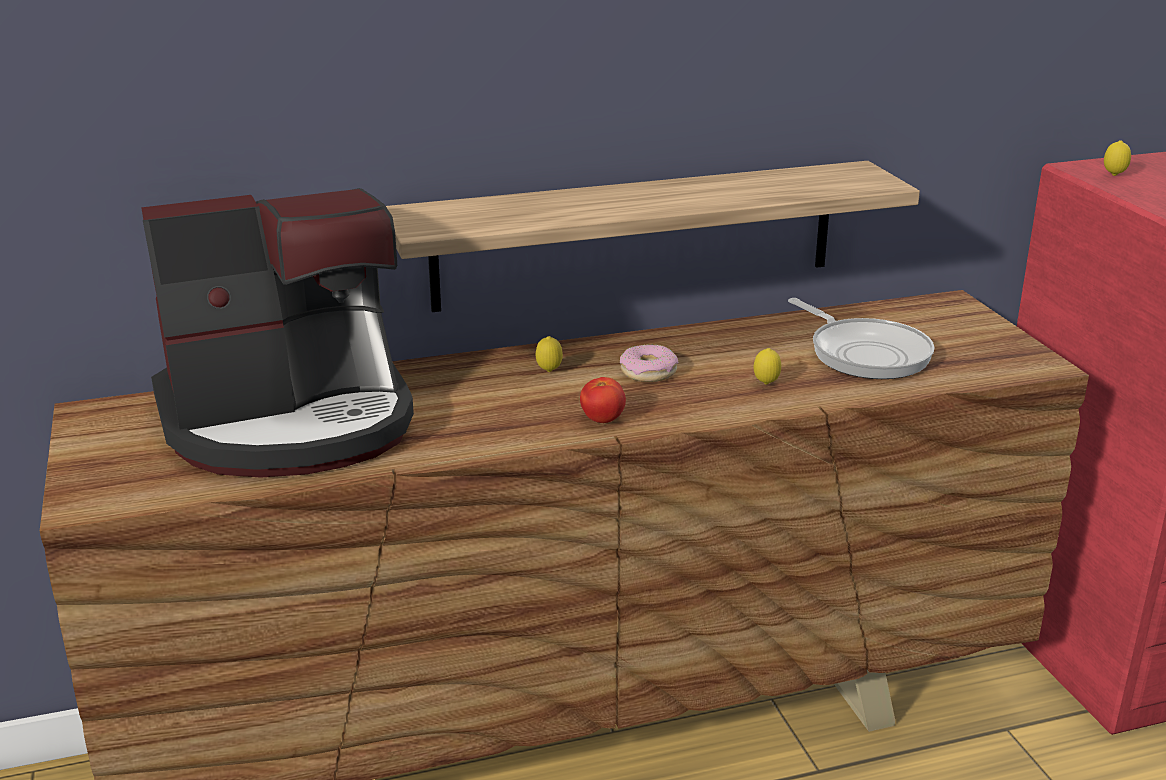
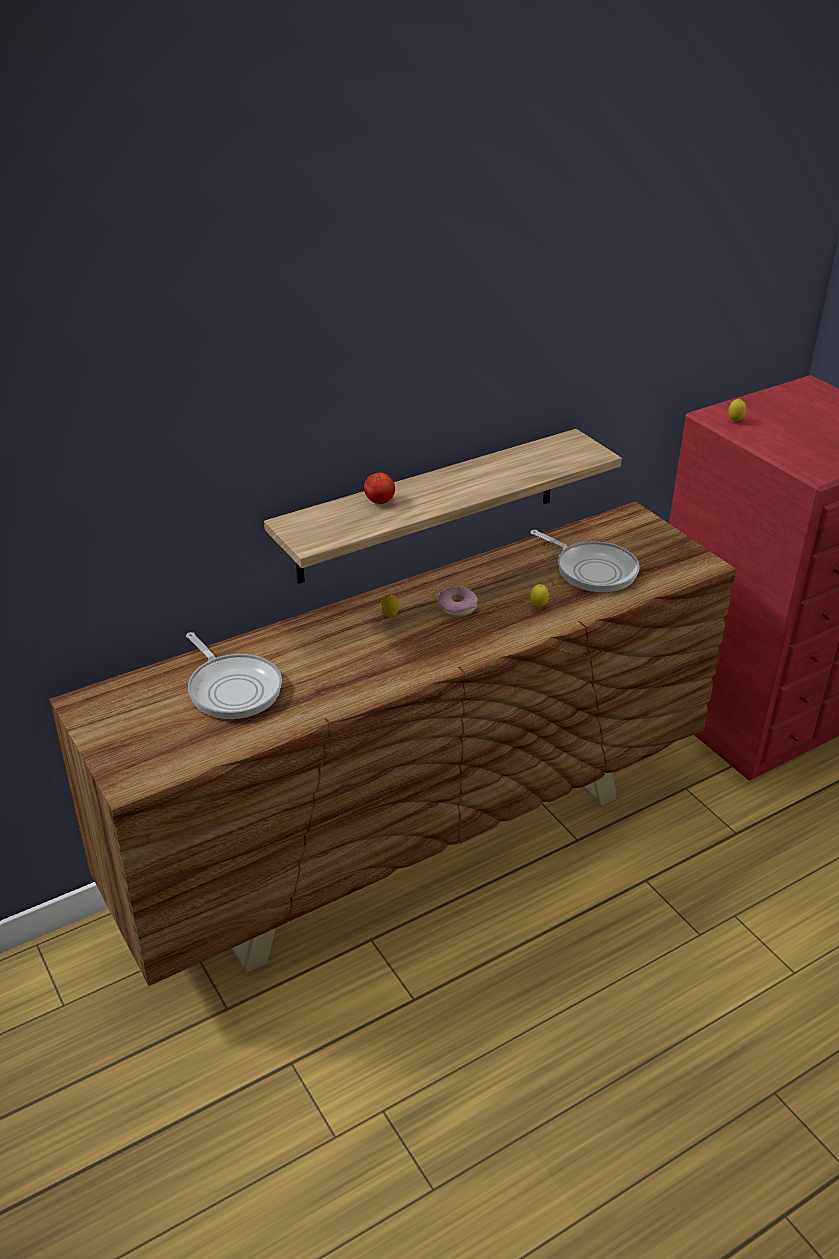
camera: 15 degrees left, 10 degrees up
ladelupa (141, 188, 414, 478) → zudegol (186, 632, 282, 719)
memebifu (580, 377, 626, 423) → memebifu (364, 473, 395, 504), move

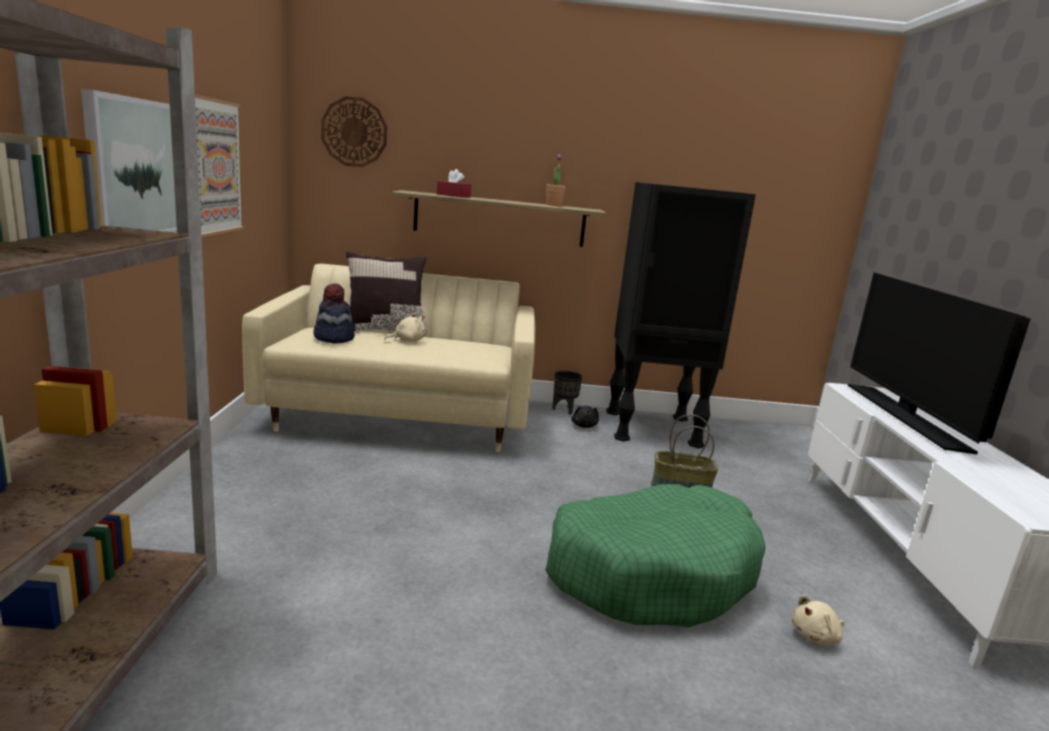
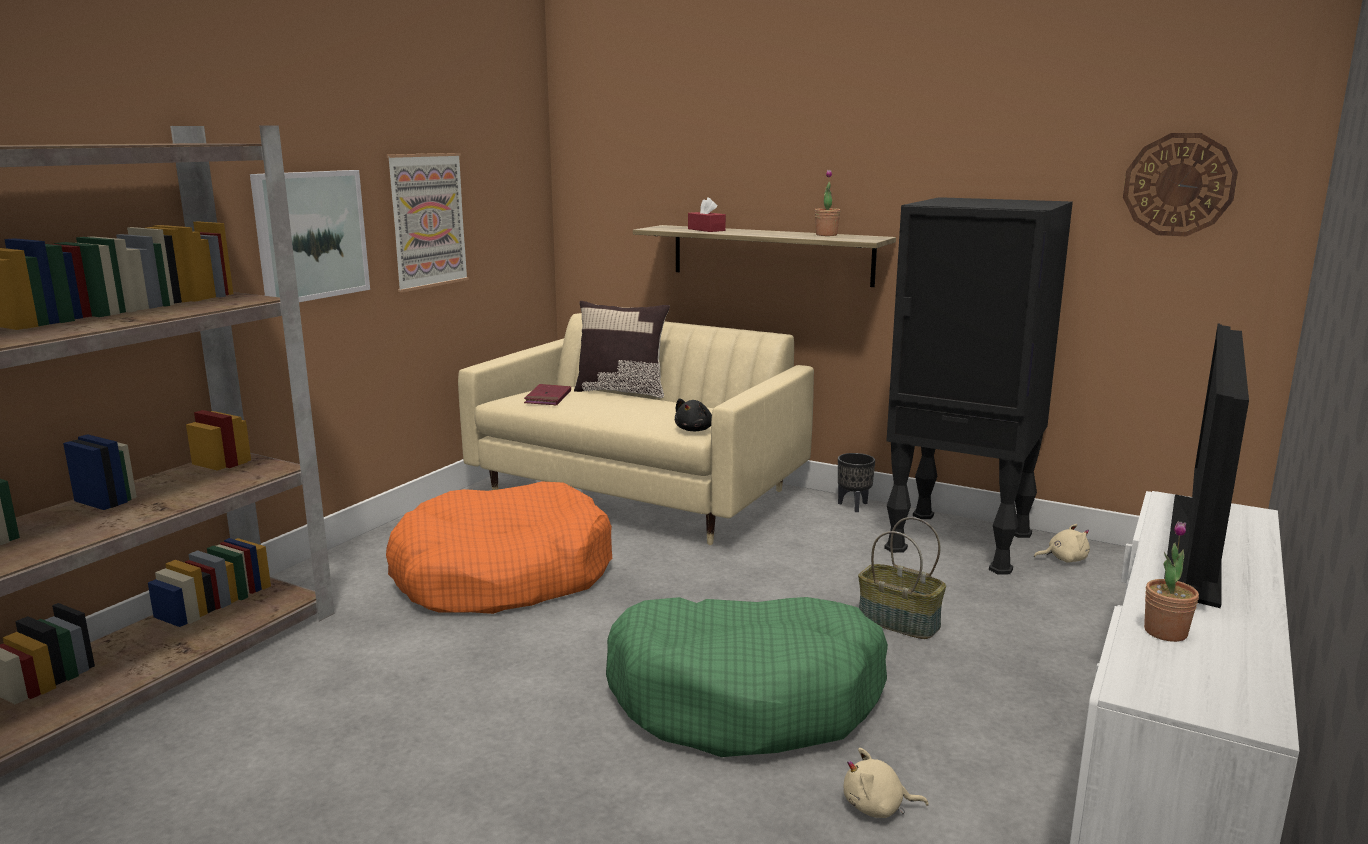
camera: 30 degrees right, 0 degrees up
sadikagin (321, 96, 387, 167) → sadikagin (1123, 133, 1238, 236), move
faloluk (313, 283, 355, 343) → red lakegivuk (524, 384, 571, 406)
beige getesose (384, 313, 426, 342) → beige getesose (1034, 524, 1090, 563), move
black getesose (571, 406, 599, 428) → black getesose (675, 398, 712, 431), move
- → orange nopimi (386, 481, 612, 614)
- → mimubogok (1144, 521, 1199, 642)

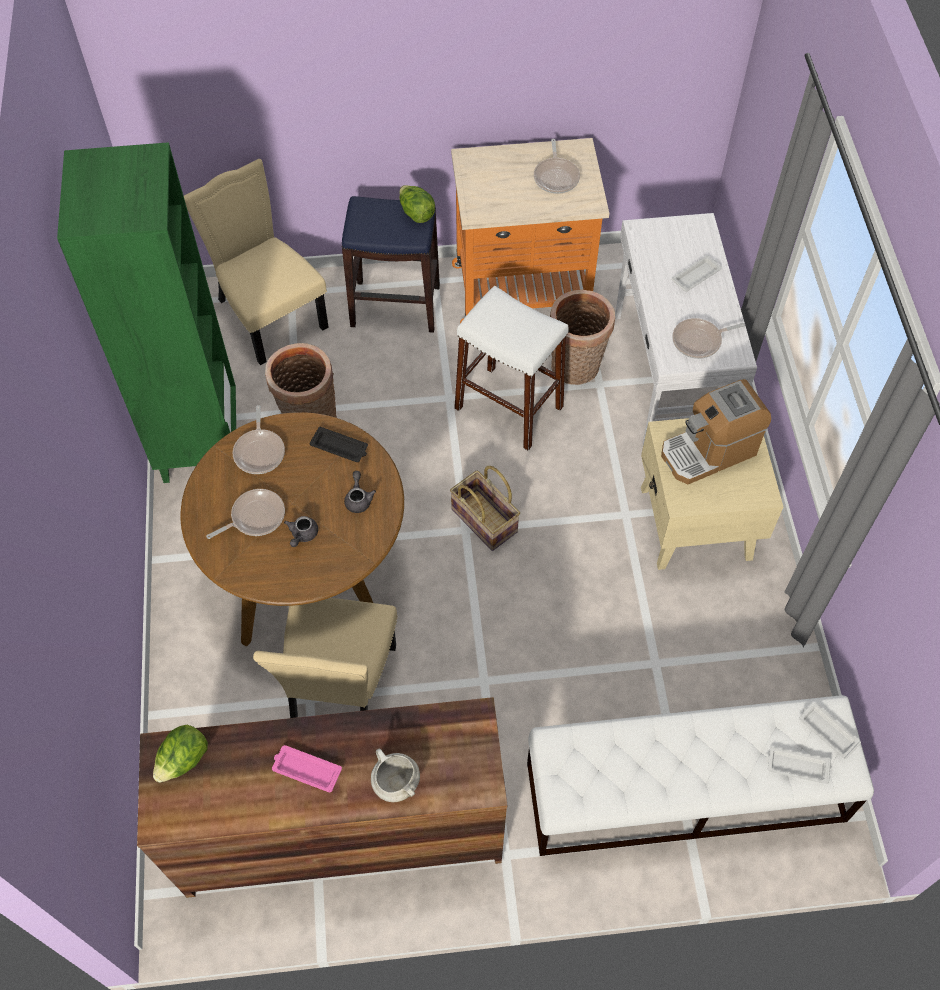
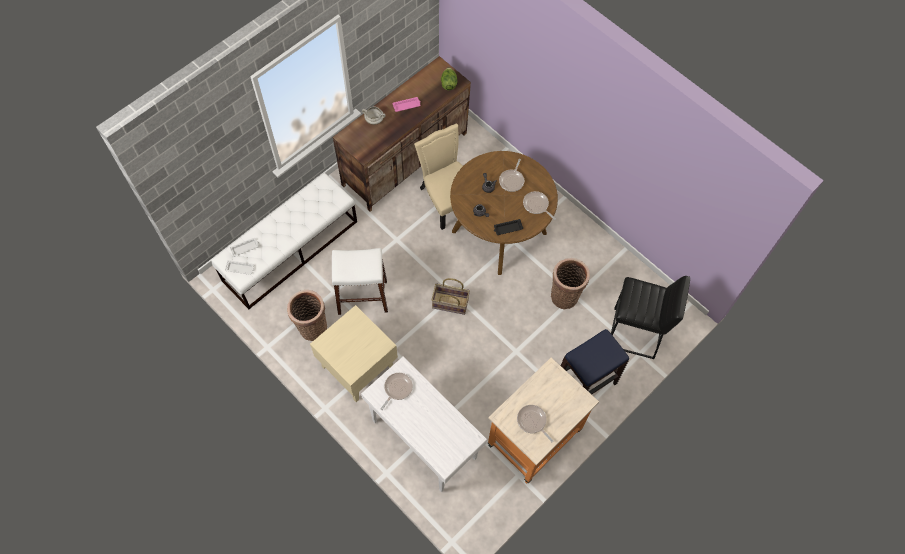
camera: 140 degrees right, 5 degrees up
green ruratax (57, 142, 236, 483) → -
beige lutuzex (184, 159, 328, 365) → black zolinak (611, 276, 690, 359)
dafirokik (399, 185, 435, 223) → -
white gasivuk (672, 256, 722, 292) → -
white zolinak (454, 286, 569, 450) → white zolinak (332, 248, 388, 315), move
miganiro (550, 289, 615, 385) → miganiro (287, 290, 327, 341), move
ladelupa (661, 379, 771, 484) → -

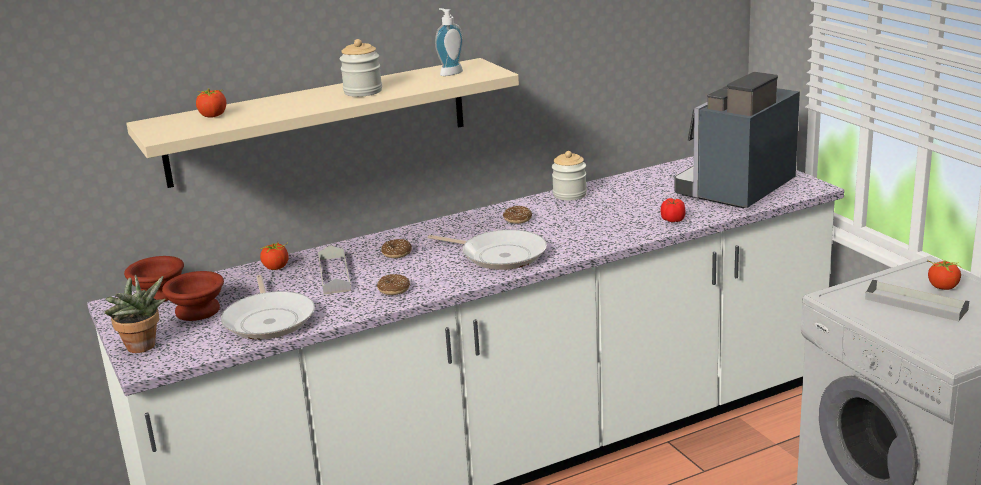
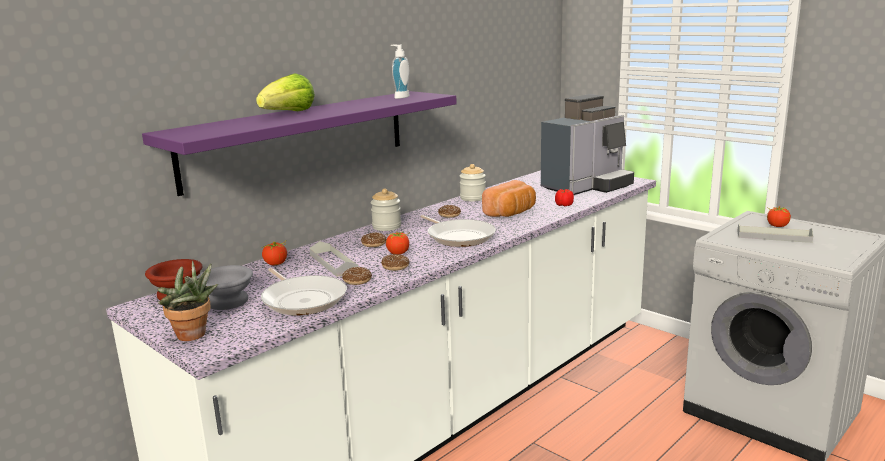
camera: 20 degrees left, 5 degrees down
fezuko (340, 39, 382, 97) → fezuko (371, 188, 401, 231), move
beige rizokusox (126, 58, 519, 188) → purple rizokusox (142, 91, 457, 196)
ladelupa (675, 72, 800, 208) → ladelupa (541, 94, 634, 195), 150 degrees counterclockwise
memebifu (196, 88, 226, 118) → memebifu (385, 232, 409, 255), move
zudegol (428, 230, 547, 270) → zudegol (420, 215, 496, 247), 45 degrees clockwise
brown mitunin (162, 271, 224, 321) → grey mitunin (197, 265, 253, 310)
- → dafirokik (256, 73, 315, 111)
- → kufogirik (482, 180, 536, 217)
- → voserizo (342, 267, 372, 285)

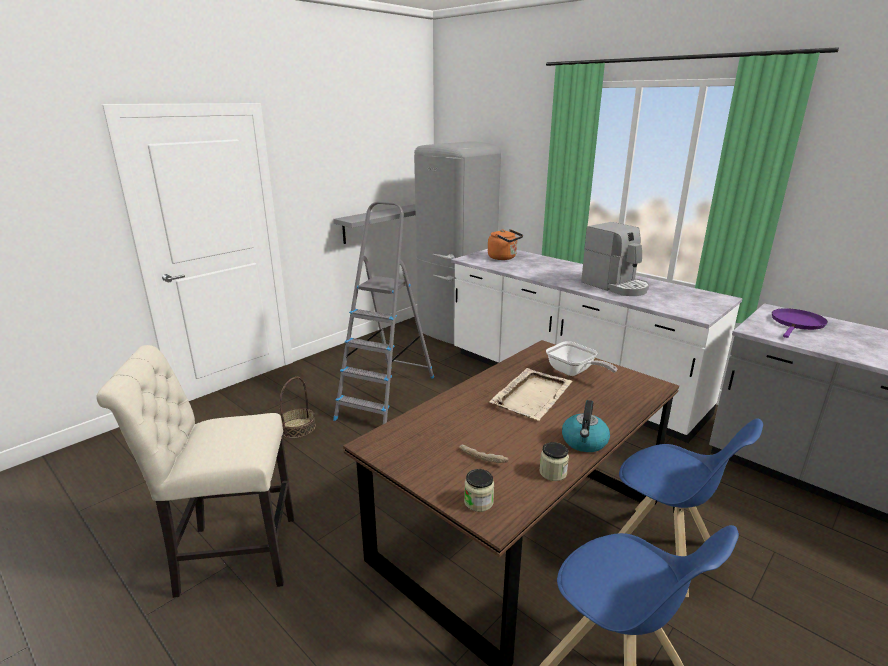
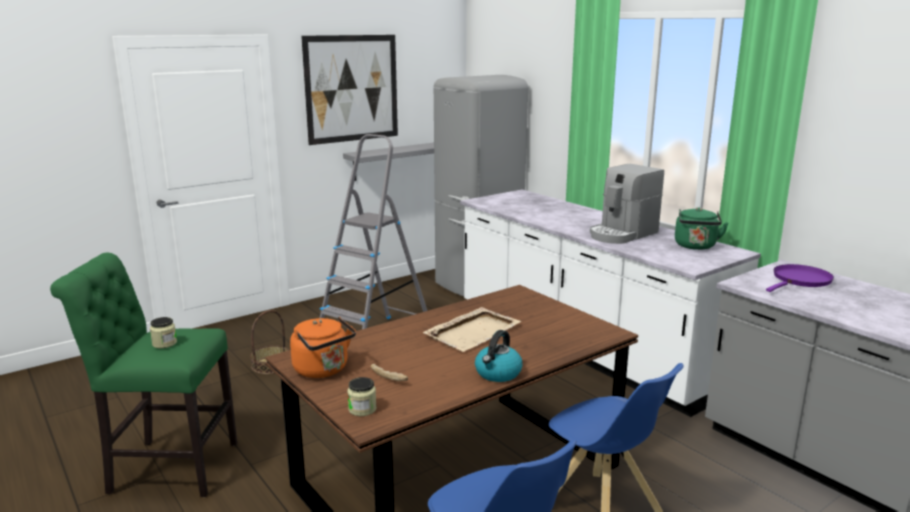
camera: 10 degrees right, 5 degrees down
ladelupa (581, 222, 649, 296) → ladelupa (590, 164, 664, 244), 75 degrees clockwise
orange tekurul (488, 229, 523, 260) → orange tekurul (290, 317, 356, 378), move
zudegol (546, 341, 617, 376) → -
beige zolinak (96, 345, 294, 598) → green zolinak (50, 253, 237, 497)
fezuko (539, 442, 569, 481) → fezuko (150, 317, 177, 348), move
- → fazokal (301, 35, 398, 145)
- → green tekurul (675, 207, 729, 250)

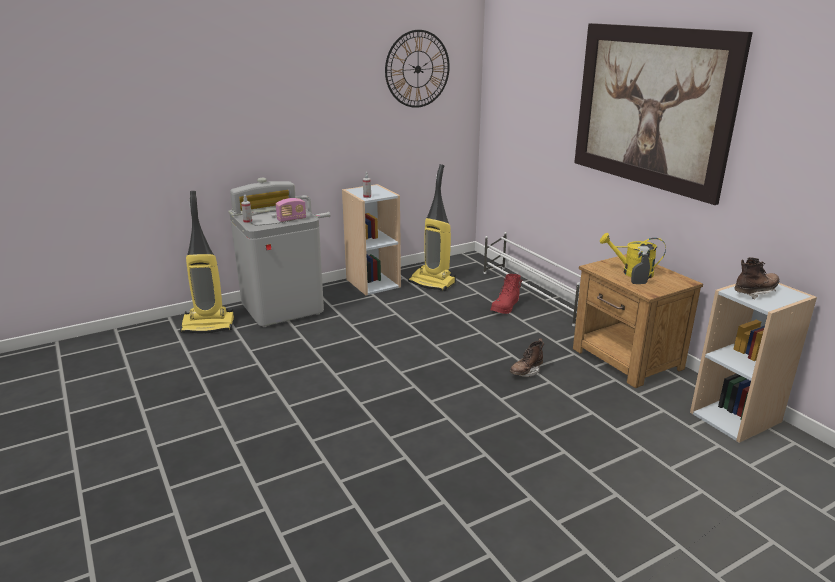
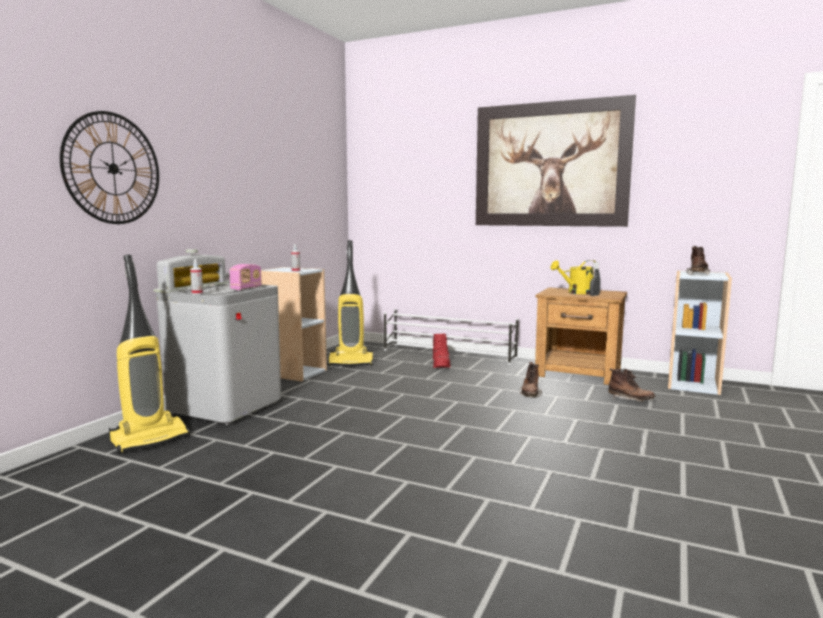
camera: 35 degrees left, 15 degrees down
sadikagin (385, 30, 450, 108) → sadikagin (60, 111, 159, 224), move
- → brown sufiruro (608, 368, 655, 402)

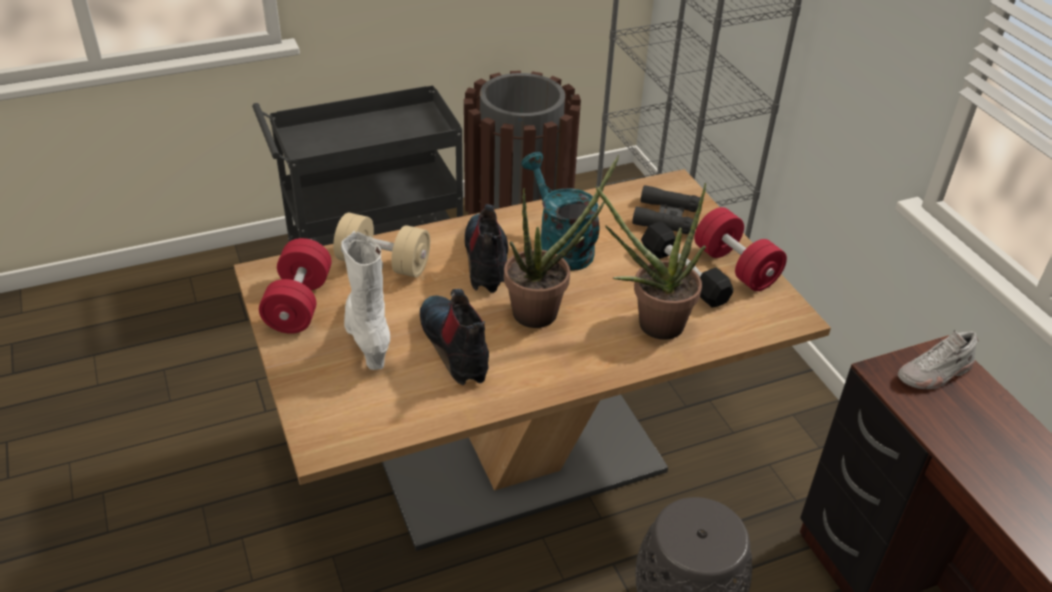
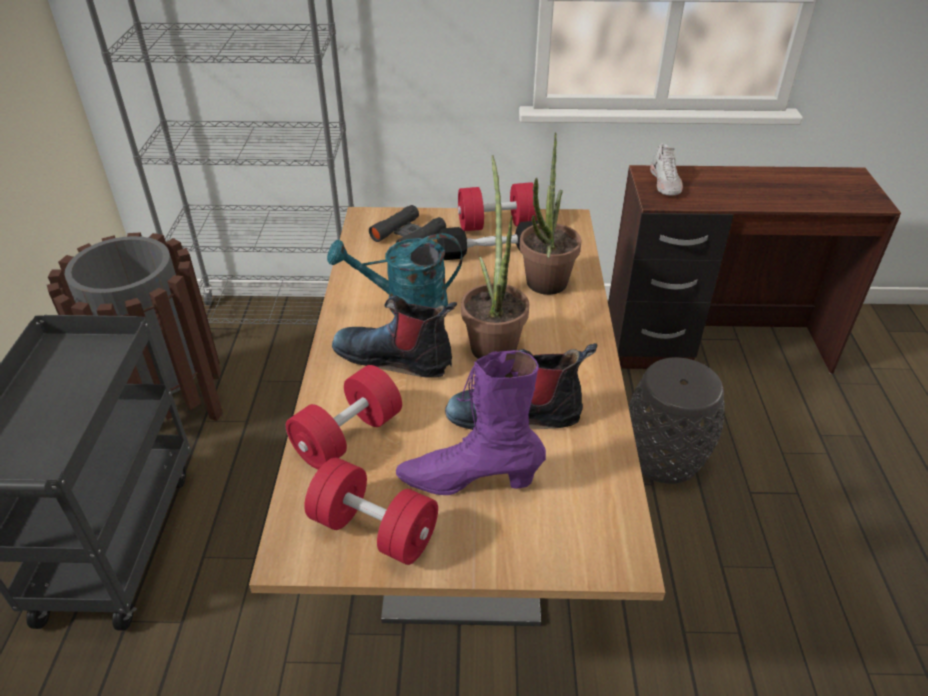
camera: 65 degrees left, 0 degrees up
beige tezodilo (333, 213, 430, 278) → red tezodilo (286, 365, 402, 470)
white sufiruro (341, 231, 390, 370) → purple sufiruro (396, 350, 546, 495)

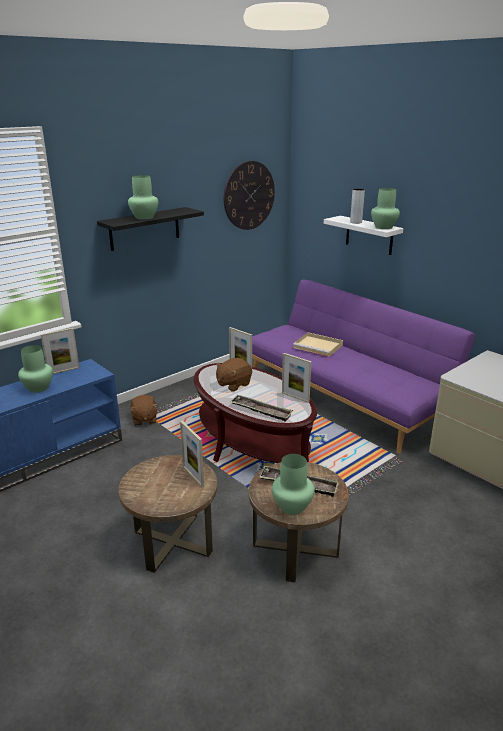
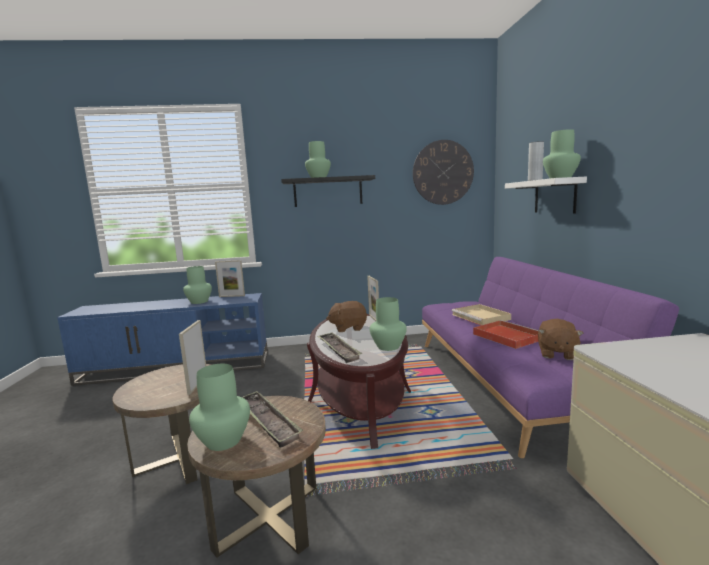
camera: 35 degrees right, 15 degrees down
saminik (282, 353, 312, 403) → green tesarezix (370, 297, 407, 351)
brown getesose (130, 395, 158, 426) → brown getesose (538, 319, 583, 360), move
- → red gasivuk (473, 320, 538, 349)

